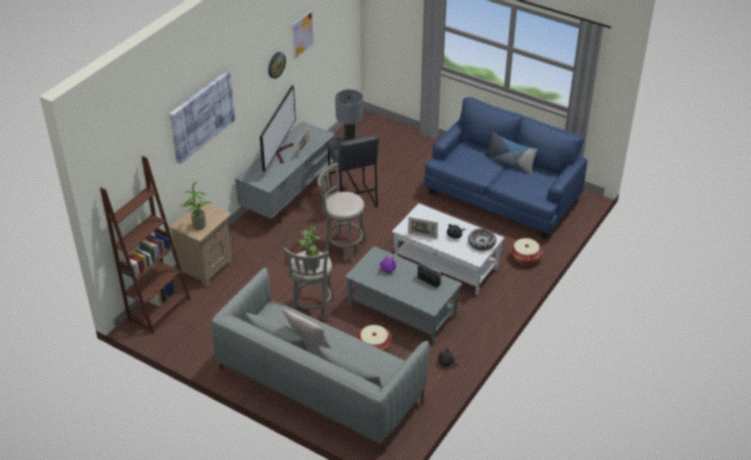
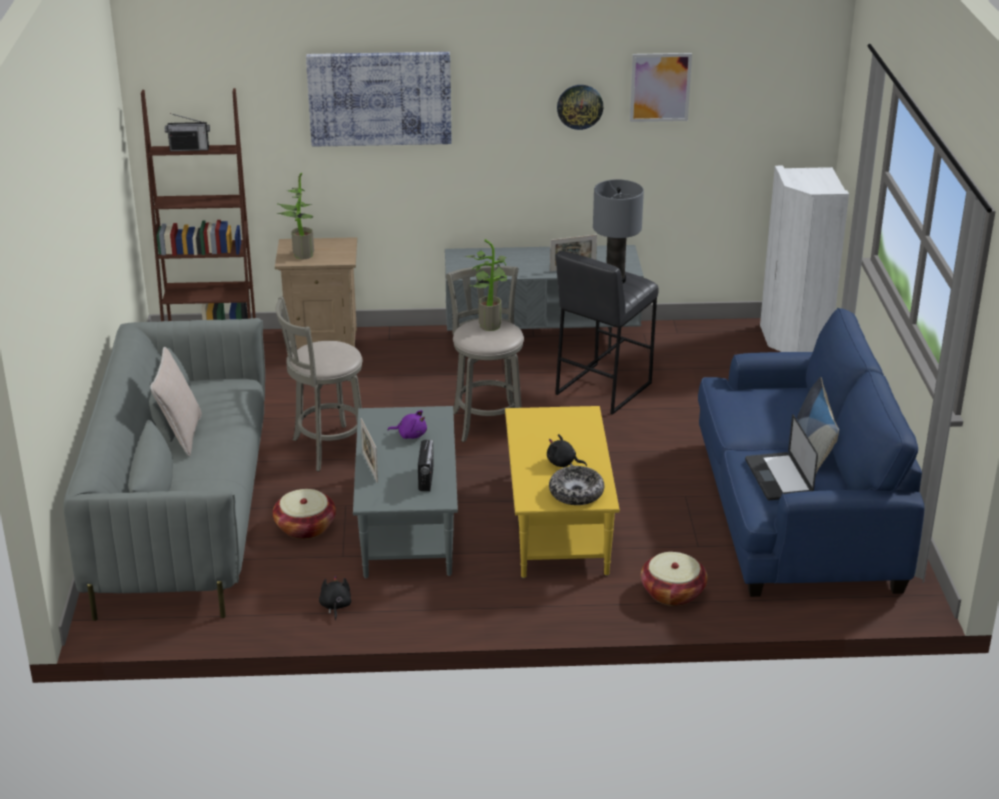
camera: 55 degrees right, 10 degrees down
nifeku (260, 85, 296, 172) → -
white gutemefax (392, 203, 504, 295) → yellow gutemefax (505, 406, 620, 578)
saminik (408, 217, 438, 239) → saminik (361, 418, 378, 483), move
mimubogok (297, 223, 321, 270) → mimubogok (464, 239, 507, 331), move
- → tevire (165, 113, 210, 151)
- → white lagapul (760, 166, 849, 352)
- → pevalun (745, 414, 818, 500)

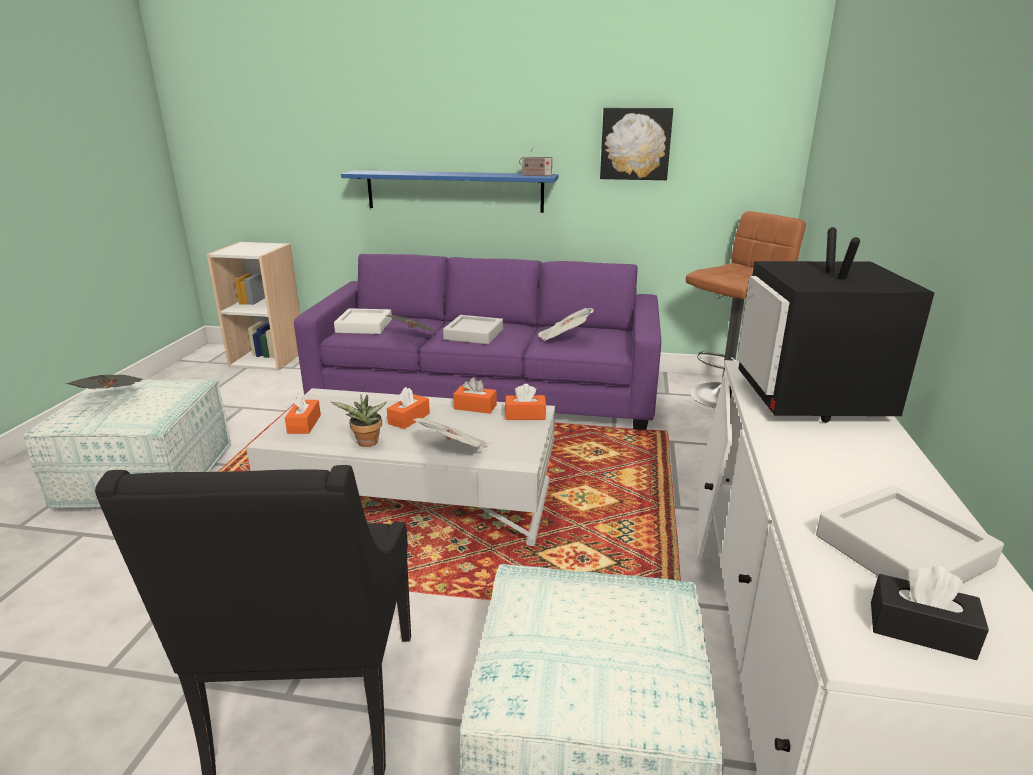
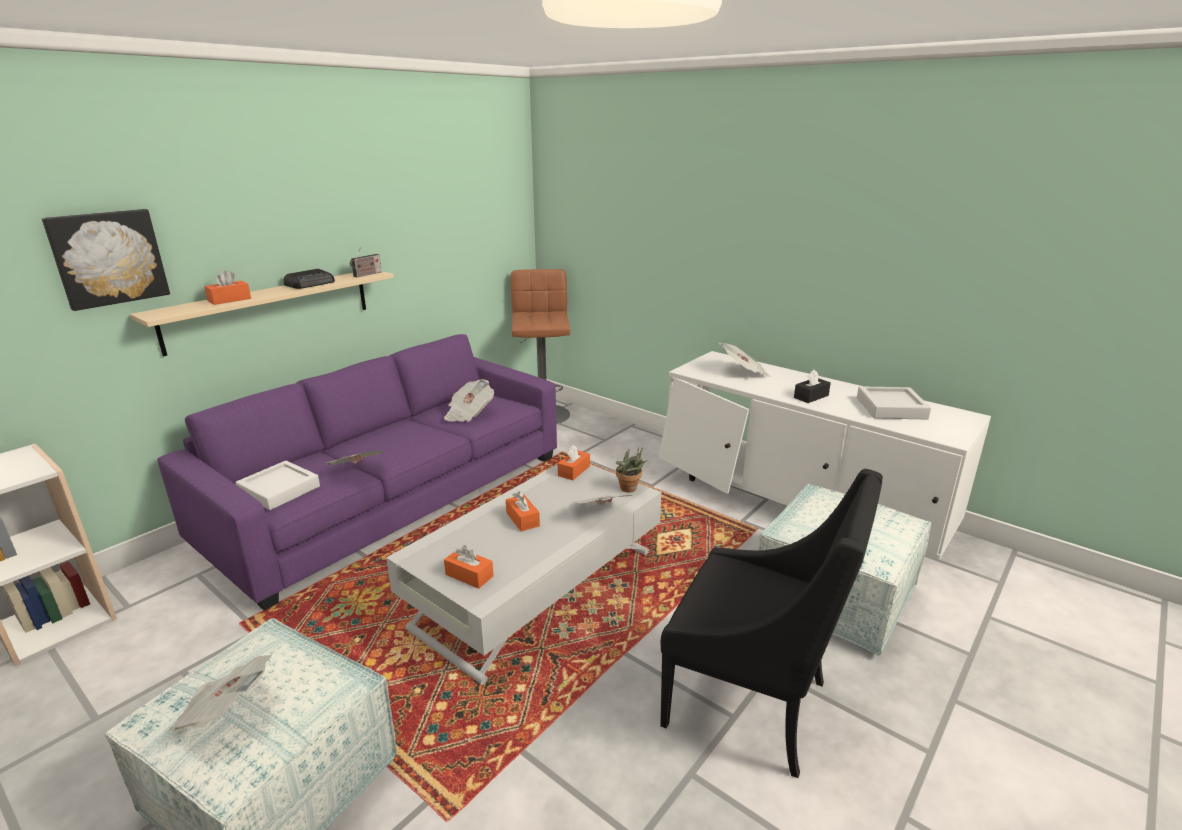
camera: 60 degrees left, 0 degrees up
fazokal (600, 108, 673, 180) → fazokal (42, 209, 170, 311), move
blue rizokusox (341, 170, 558, 213) → beige rizokusox (130, 271, 394, 356)
nifeku (737, 227, 935, 422) → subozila (719, 342, 771, 377)
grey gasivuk (443, 315, 503, 344) → -
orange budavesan (453, 377, 497, 414) → orange budavesan (204, 270, 251, 305), move
mimubogok (331, 394, 387, 447) → mimubogok (616, 448, 647, 492), move
black budavesan (871, 566, 989, 660) → black budavesan (794, 370, 831, 403), move
- → tevire (284, 269, 335, 289)

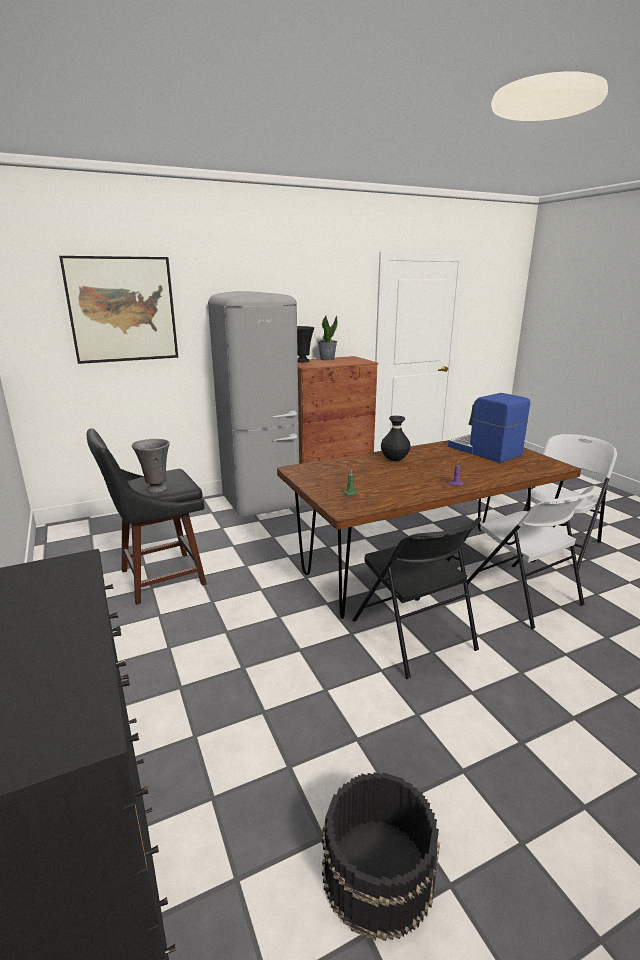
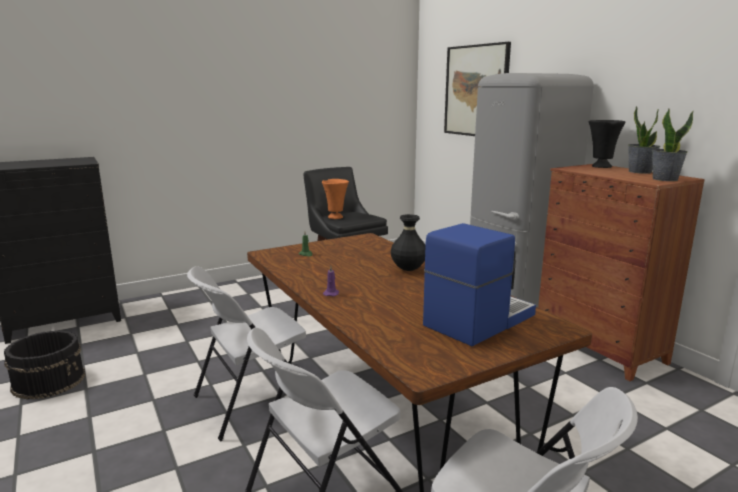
camera: 85 degrees right, 5 degrees down
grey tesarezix (132, 439, 170, 493) → orange tesarezix (322, 179, 349, 219)
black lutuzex (352, 517, 481, 679) → white lutuzex (187, 266, 306, 442)
- → mimubogok (652, 108, 694, 181)

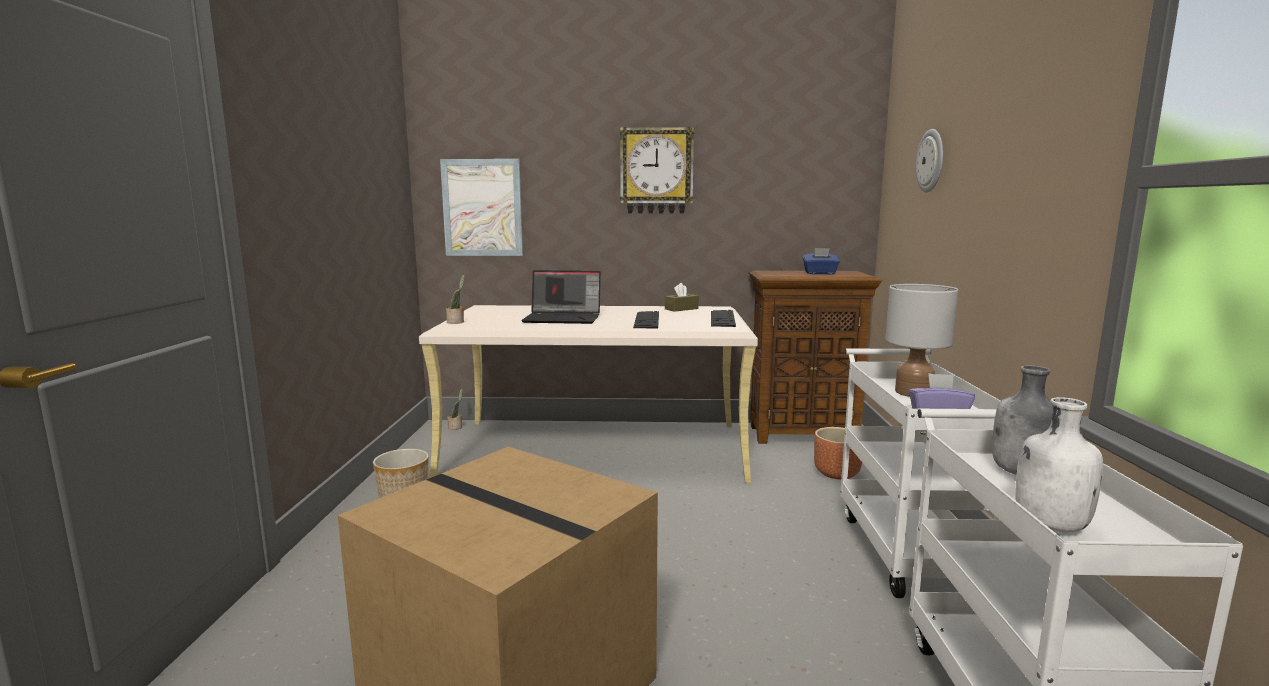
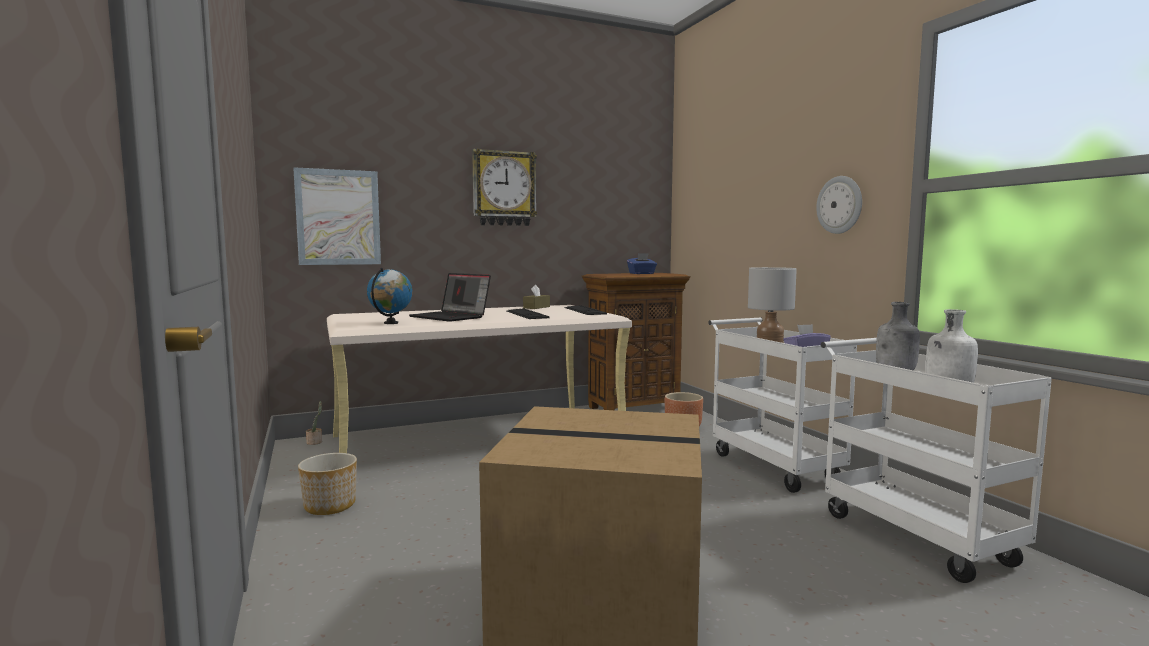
camera: 25 degrees left, 5 degrees down
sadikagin (916, 129, 943, 192) → sadikagin (816, 176, 862, 234), move
pevalun (521, 270, 601, 324) → pevalun (409, 273, 491, 322), 60 degrees clockwise
mimubogok (446, 275, 465, 324) → -
- → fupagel (367, 268, 412, 324)

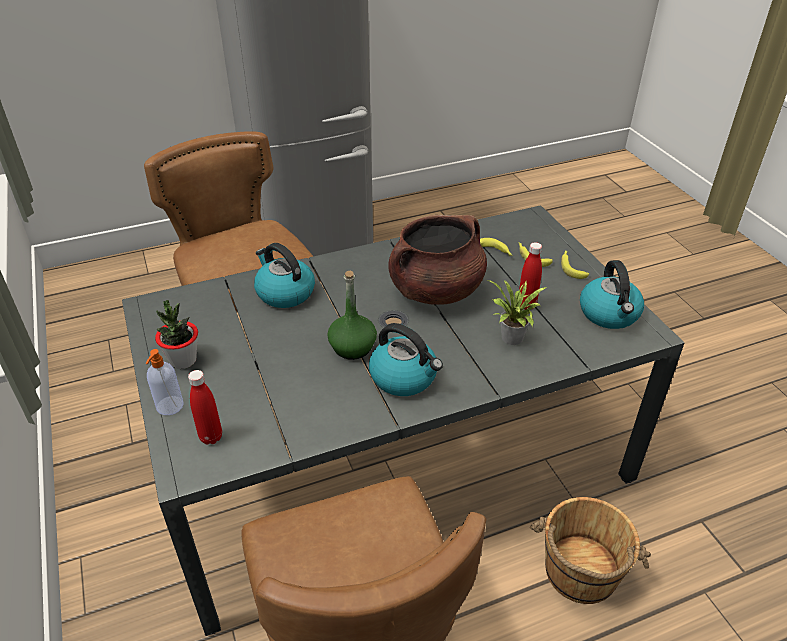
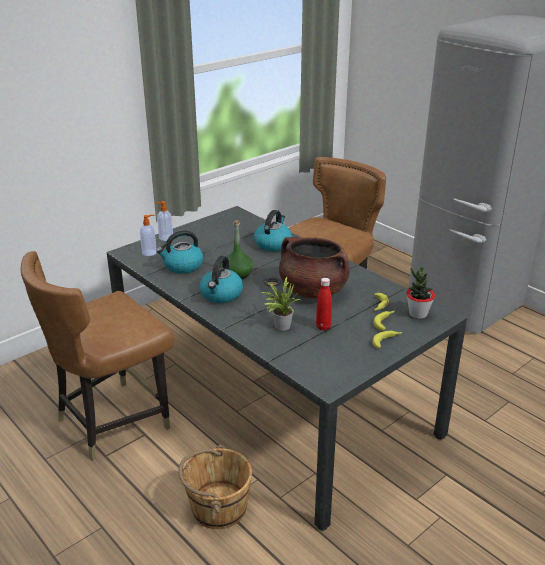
camera: 70 degrees right, 10 degrees down
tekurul (580, 260, 644, 329) → tekurul (156, 230, 203, 274), move
mimubogok (155, 300, 198, 369) → mimubogok (406, 267, 435, 319), move
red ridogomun (188, 370, 222, 445) → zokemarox (140, 215, 157, 256)

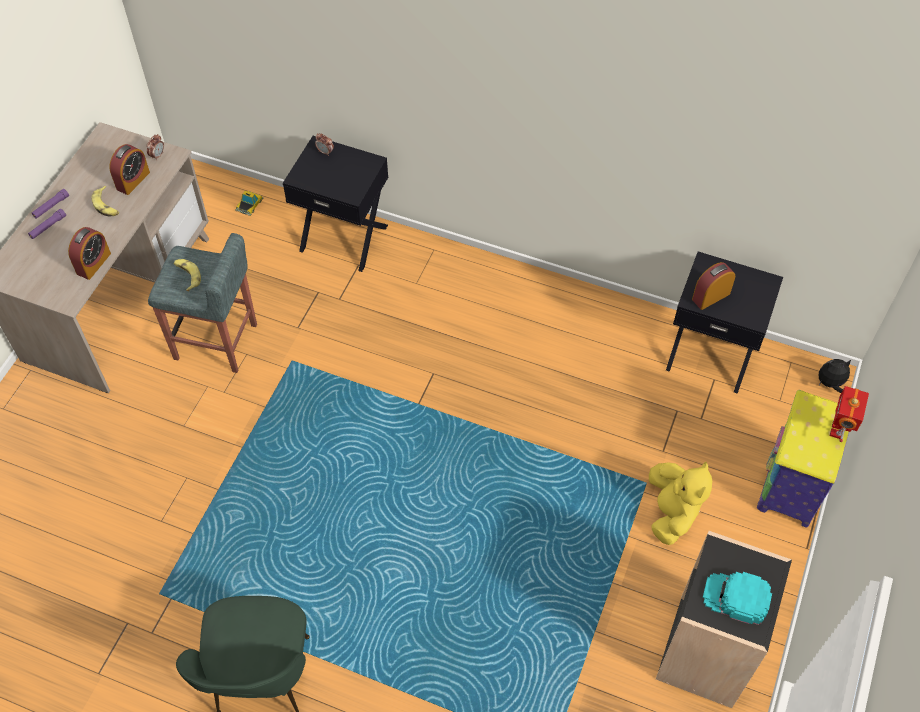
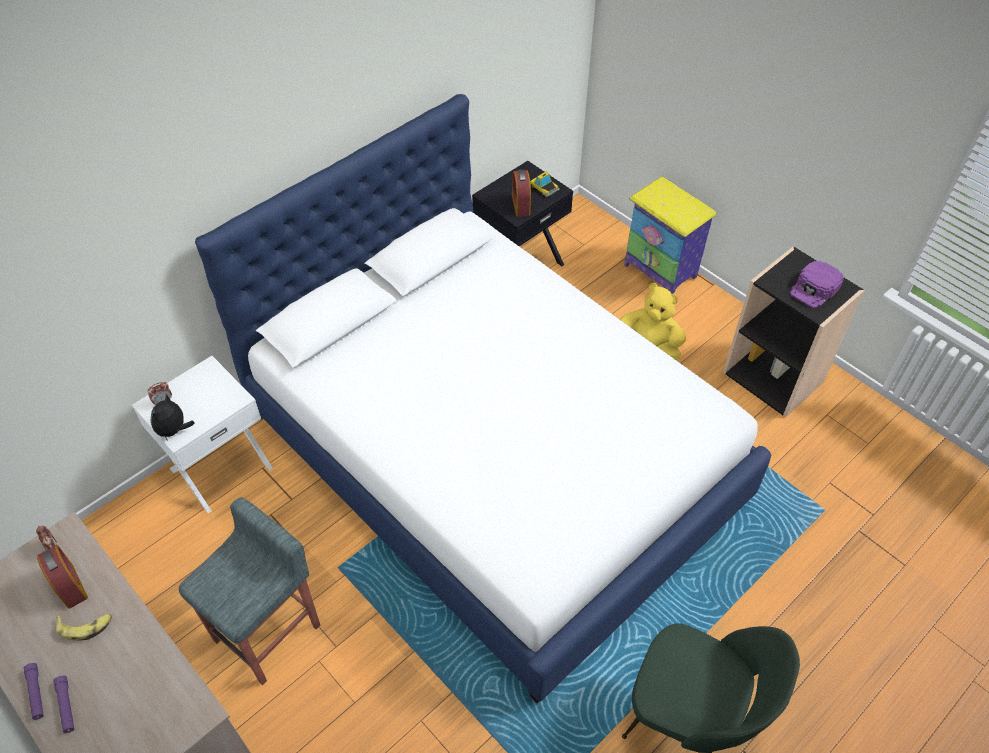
camera: 65 degrees left, 5 degrees down
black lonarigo (283, 136, 388, 272) → white lonarigo (132, 356, 273, 514)
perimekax (235, 191, 263, 216) → perimekax (530, 172, 560, 197), move
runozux (68, 227, 111, 280) → -
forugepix (174, 259, 201, 291) → -
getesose (819, 359, 851, 393) → getesose (151, 394, 194, 441), move
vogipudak (830, 386, 869, 442) → -
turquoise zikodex (703, 572, 772, 625) → purple zikodex (790, 260, 844, 308)
- → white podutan (195, 94, 771, 703)

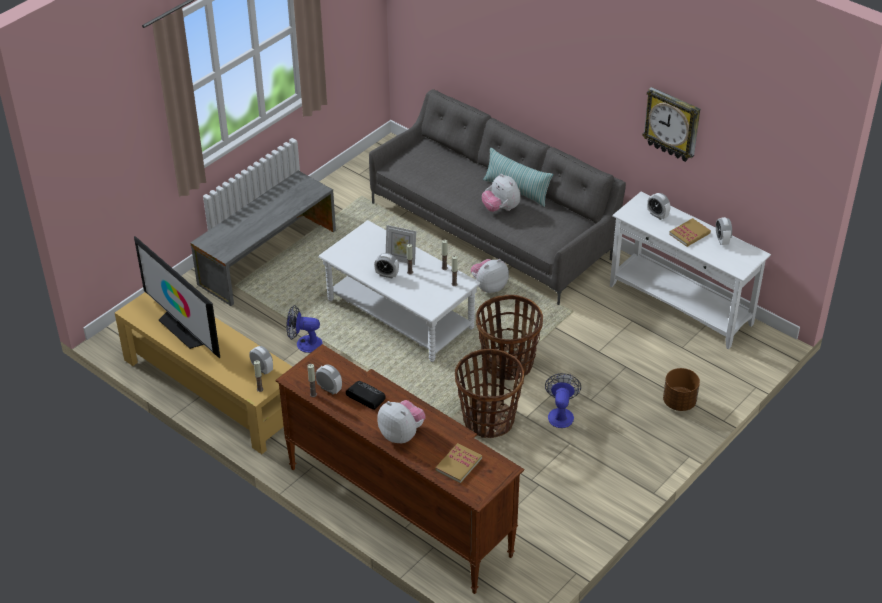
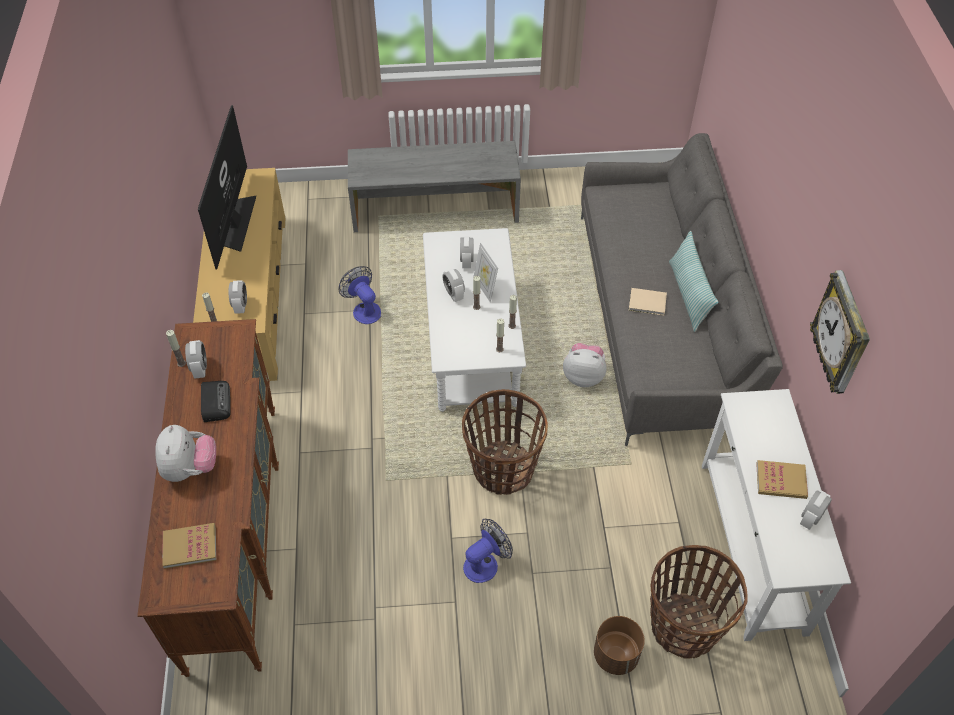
camera: 45 degrees right, 10 degrees up
getesose (482, 174, 521, 212) → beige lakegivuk (629, 288, 667, 316)
runozux (647, 193, 670, 220) → runozux (460, 237, 474, 268), move
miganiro (455, 349, 524, 438) → miganiro (650, 545, 748, 658), move

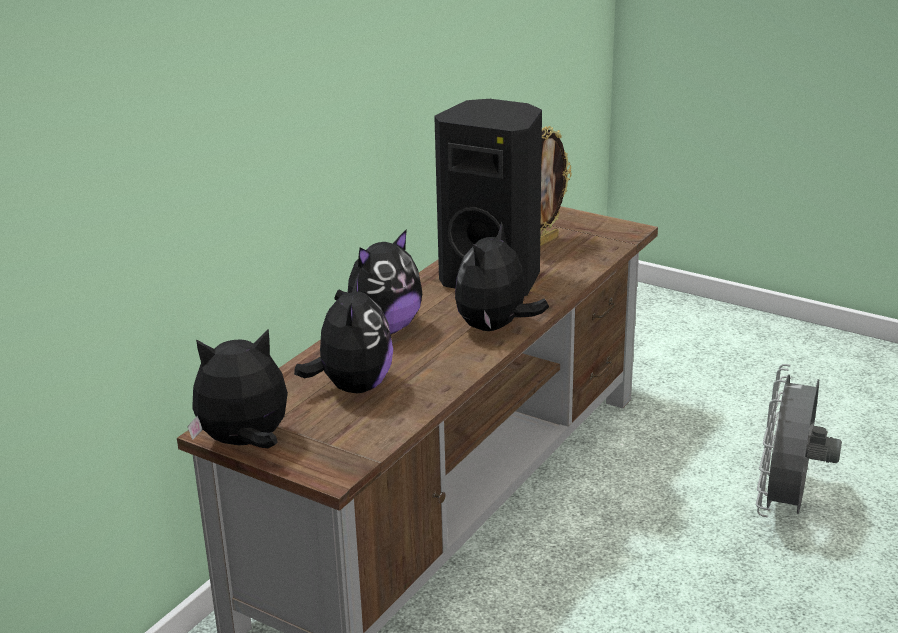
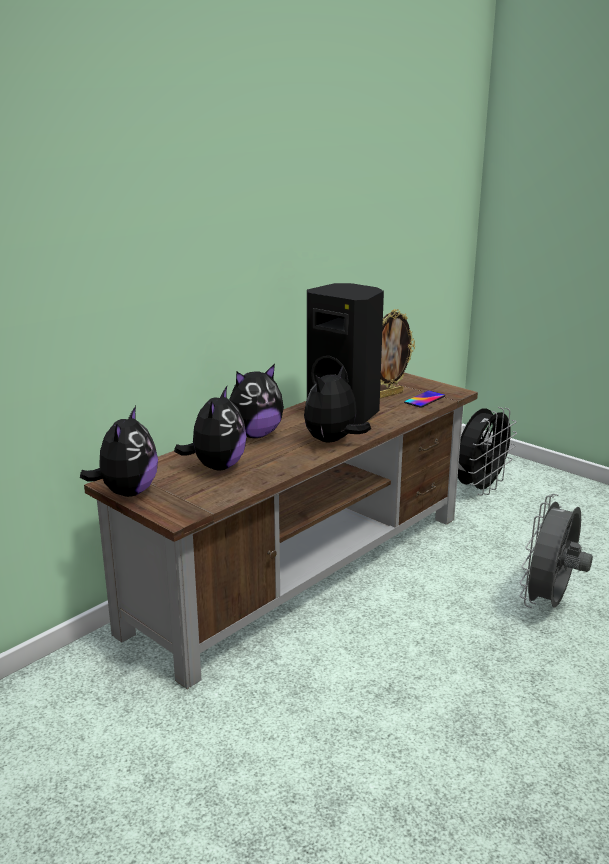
camera: 10 degrees right, 5 degrees down
getesose (187, 329, 288, 448) → getesose (80, 406, 158, 497), 105 degrees clockwise
- → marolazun (404, 391, 445, 408)
- → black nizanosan (458, 407, 517, 496)

